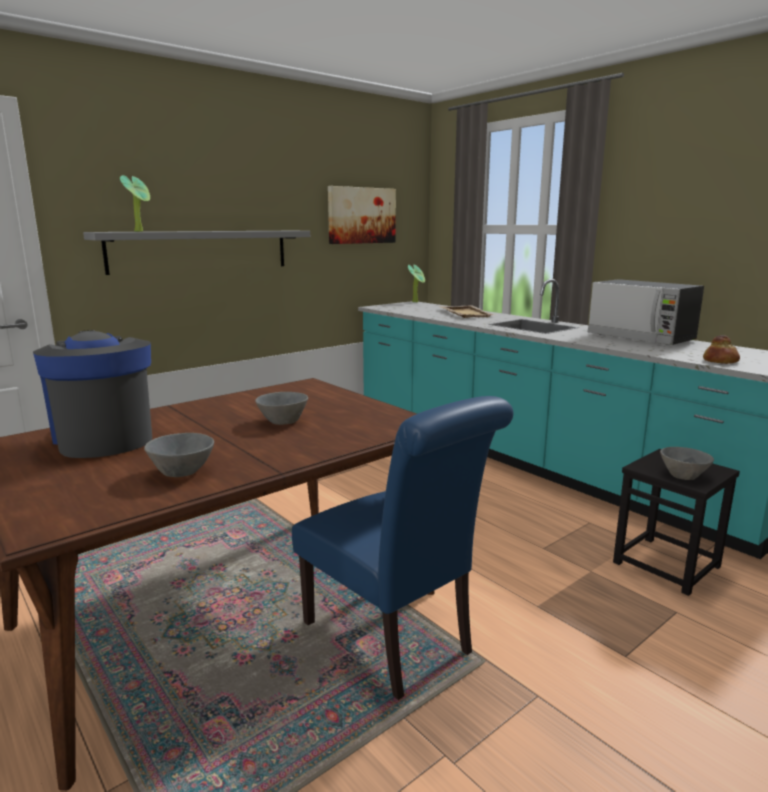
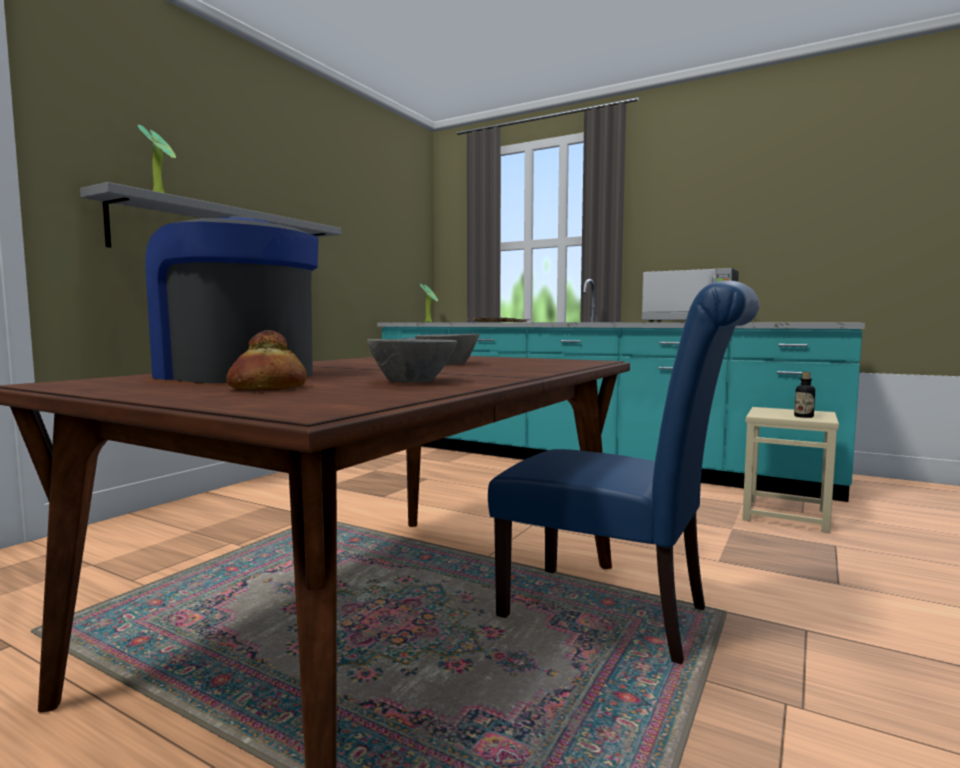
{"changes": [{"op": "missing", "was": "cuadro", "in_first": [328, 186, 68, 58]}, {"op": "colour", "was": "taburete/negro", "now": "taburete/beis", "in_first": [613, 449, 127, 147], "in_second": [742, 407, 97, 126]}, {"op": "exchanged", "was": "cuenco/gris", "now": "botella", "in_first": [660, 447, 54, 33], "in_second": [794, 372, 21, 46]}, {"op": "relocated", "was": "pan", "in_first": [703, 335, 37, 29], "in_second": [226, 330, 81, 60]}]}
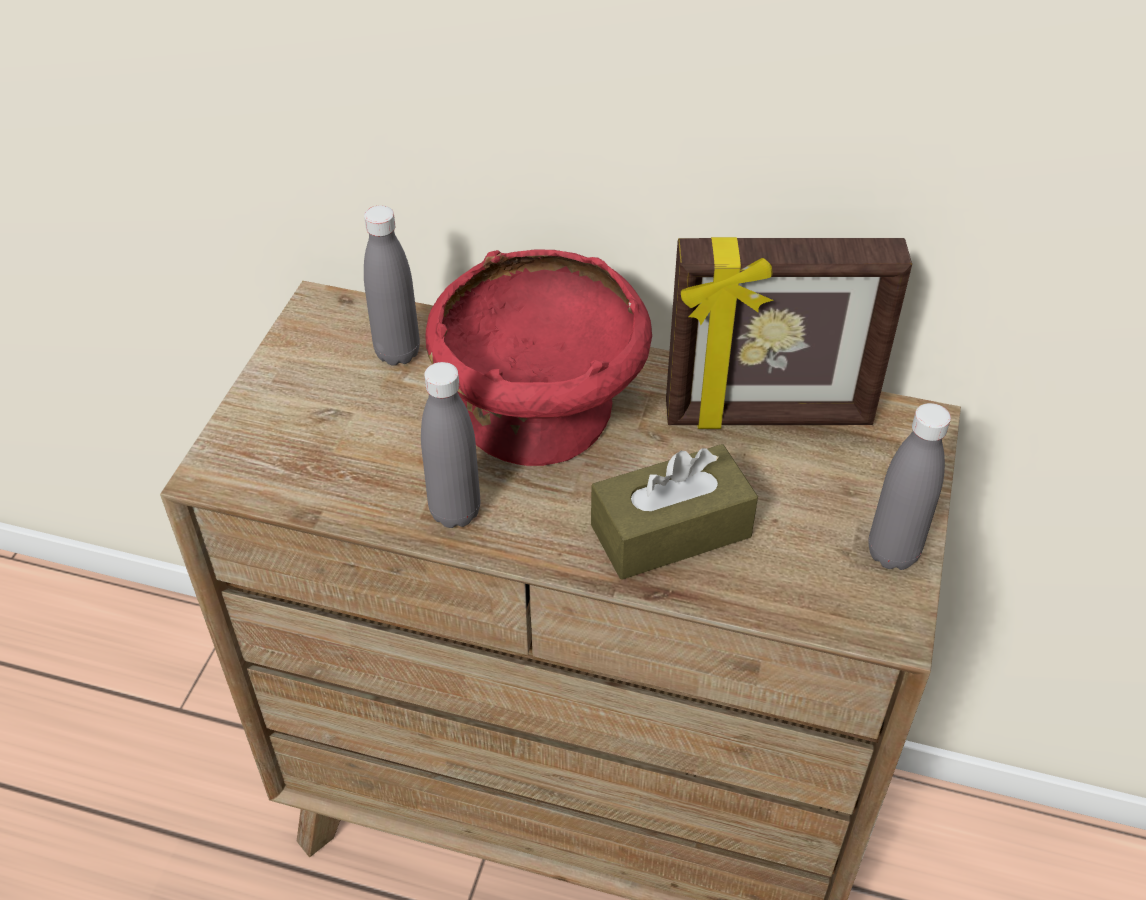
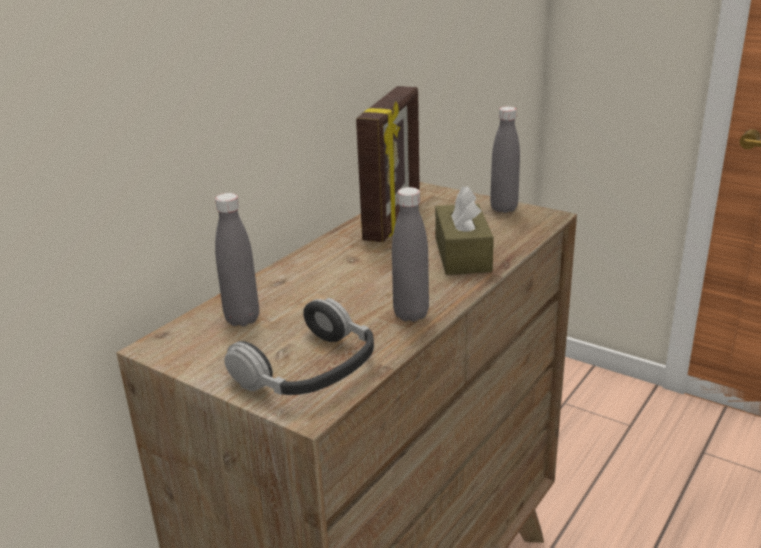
{"changes": [{"op": "missing", "was": "cuenco/rojo", "in_first": [425, 249, 227, 217]}, {"op": "appeared", "now": "auriculares", "in_second": [225, 298, 149, 97]}]}
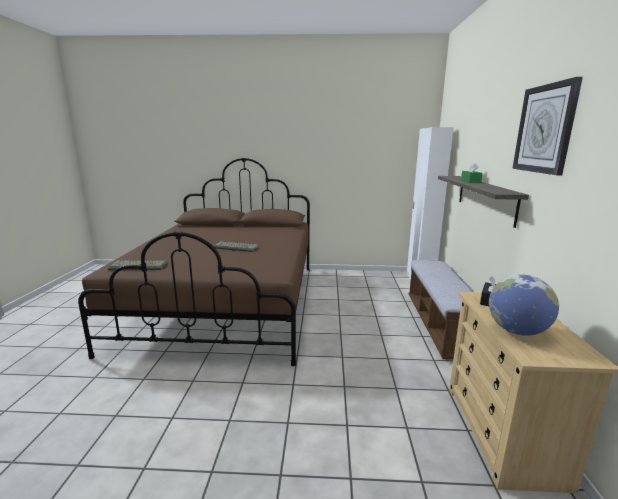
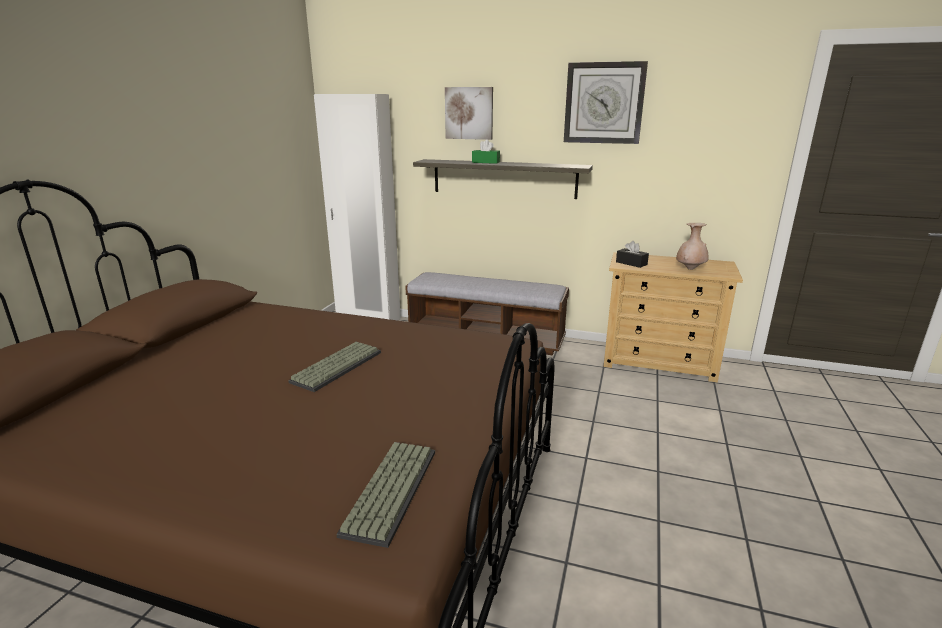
{"changes": [{"op": "exchanged", "was": "globo terráqueo", "now": "florero/beis", "in_first": [489, 274, 70, 62], "in_second": [676, 223, 33, 47]}, {"op": "appeared", "now": "cuadro", "in_second": [445, 87, 48, 53]}]}
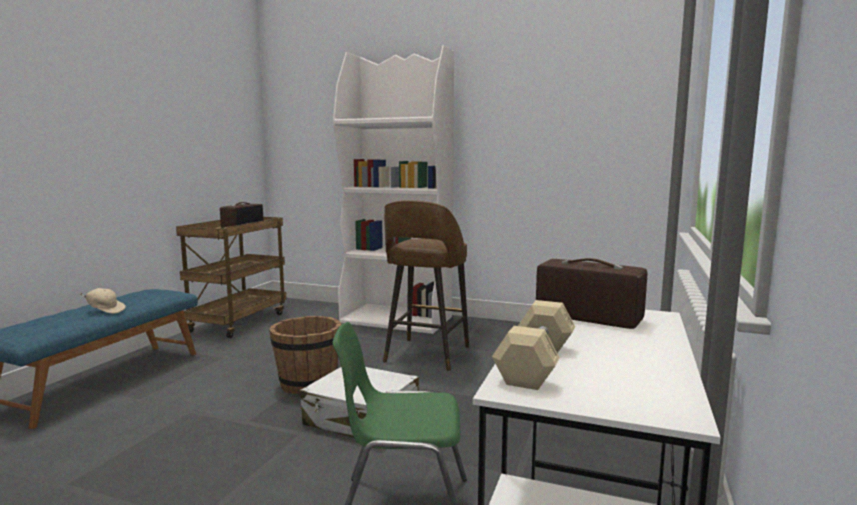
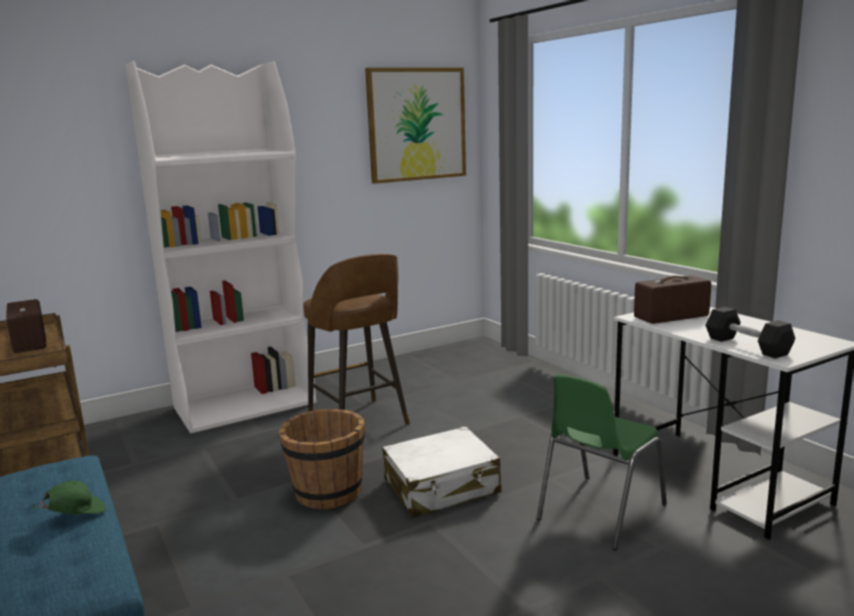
{"changes": [{"op": "colour", "was": "gorra/beis", "now": "gorra/verde", "in_first": [80, 288, 46, 26], "in_second": [32, 480, 74, 35]}, {"op": "colour", "was": "mancuerna/beis", "now": "mancuerna/negro", "in_first": [492, 300, 83, 90], "in_second": [705, 307, 90, 51]}, {"op": "appeared", "now": "cuadro", "in_second": [365, 68, 101, 116]}]}
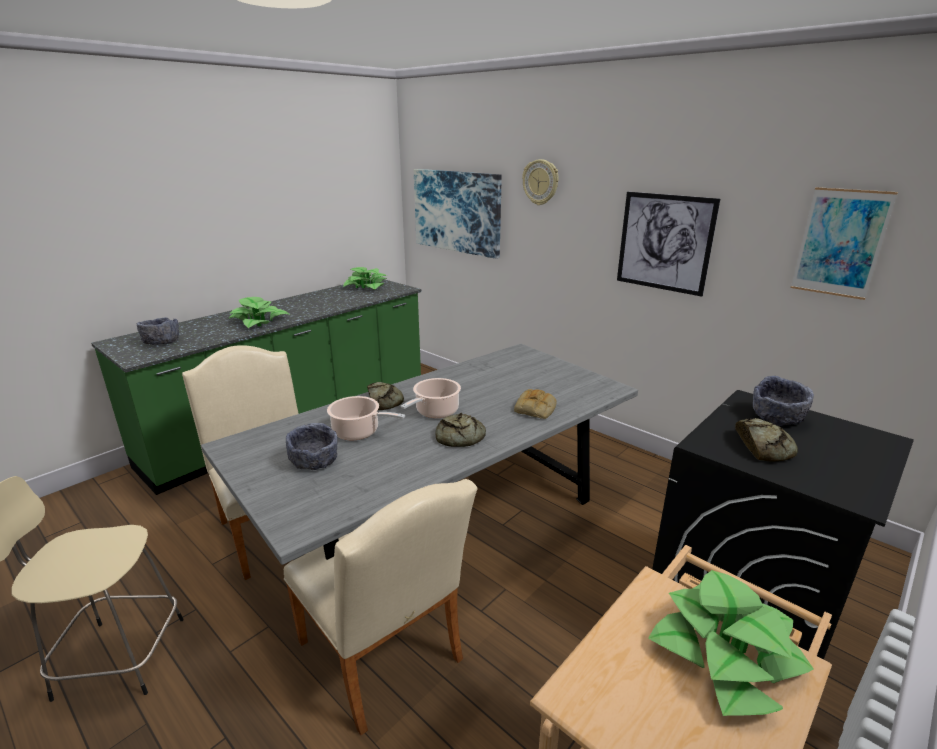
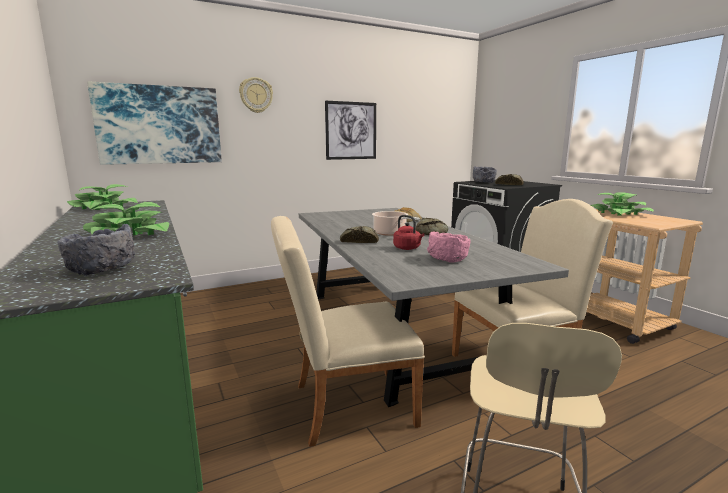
{"changes": [{"op": "colour", "was": "cuenco/gris", "now": "cuenco/rosa", "in_first": [286, 423, 52, 47], "in_second": [427, 231, 44, 32]}, {"op": "exchanged", "was": "olla", "now": "hervidor/rojo", "in_first": [327, 396, 78, 44], "in_second": [393, 215, 32, 35]}, {"op": "missing", "was": "cuadro", "in_first": [791, 187, 107, 113]}]}
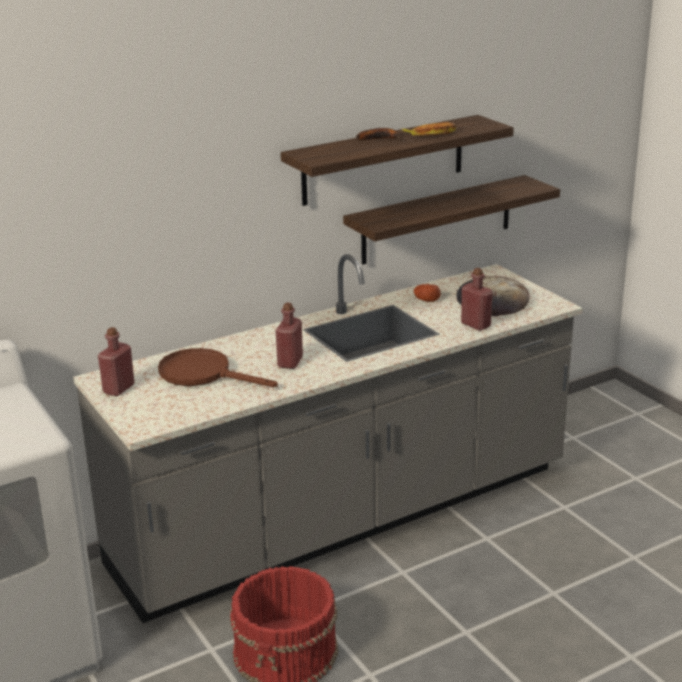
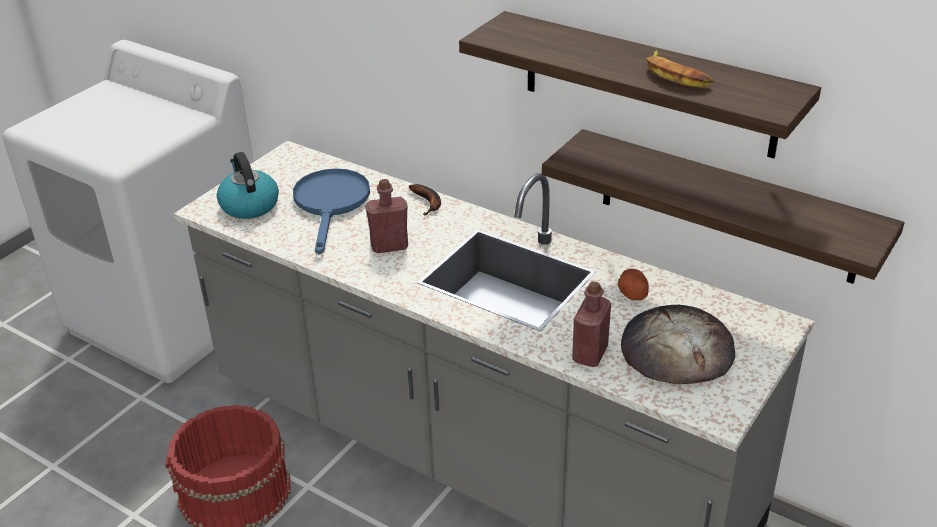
{"changes": [{"op": "missing", "was": "botella/rojo", "in_first": [98, 327, 37, 69]}, {"op": "colour", "was": "sartén/marrón", "now": "sartén/azul", "in_first": [158, 348, 120, 39], "in_second": [293, 168, 77, 86]}, {"op": "relocated", "was": "plátano", "in_first": [356, 128, 45, 13], "in_second": [408, 184, 33, 32]}, {"op": "appeared", "now": "hervidor", "in_second": [217, 152, 62, 67]}]}
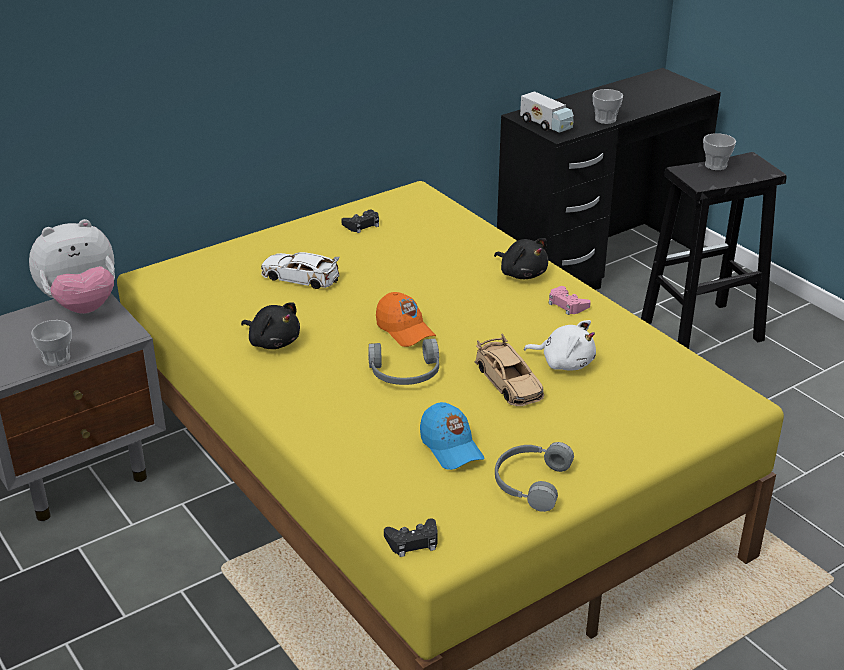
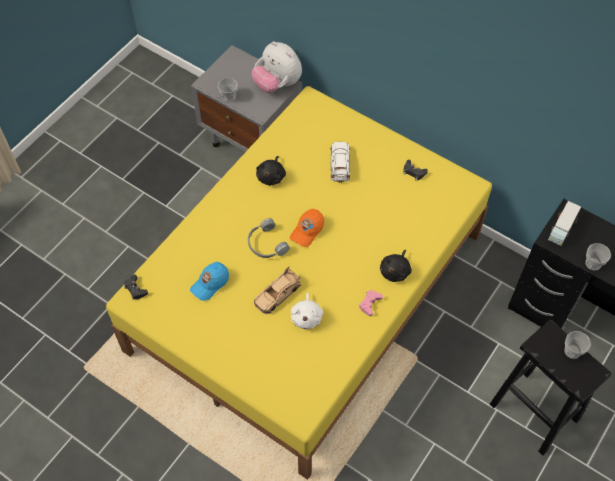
{"changes": [{"op": "missing", "was": "auriculares/gris", "in_first": [495, 442, 79, 70]}]}
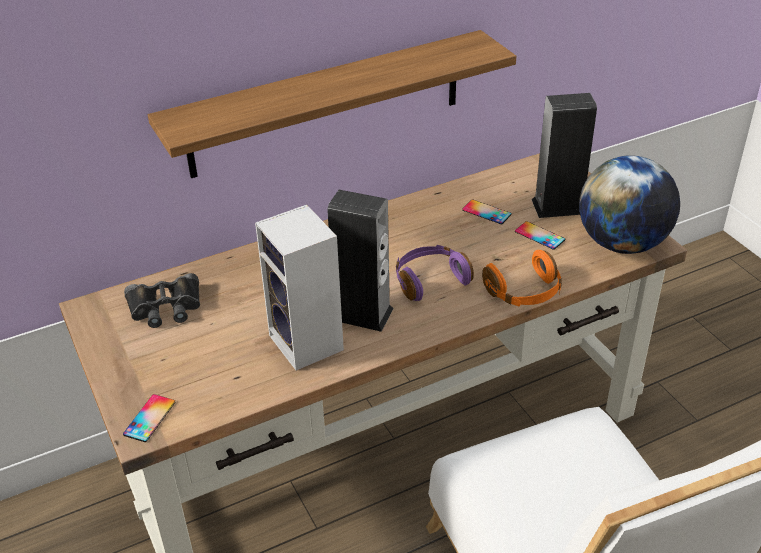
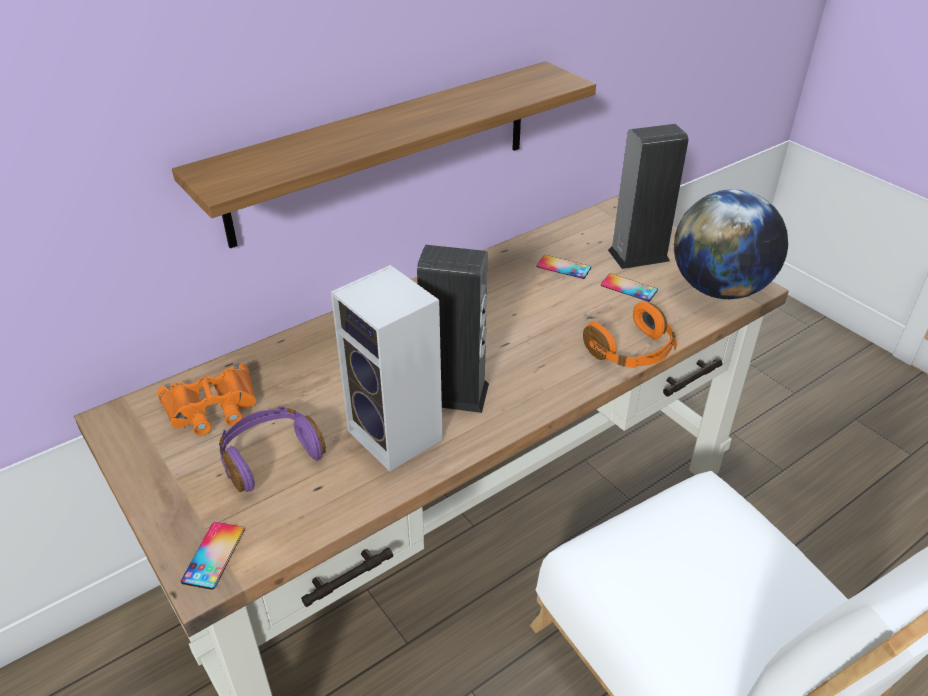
{"changes": [{"op": "colour", "was": "prismáticos/negro", "now": "prismáticos/naranja", "in_first": [124, 273, 76, 55], "in_second": [158, 364, 98, 71]}, {"op": "relocated", "was": "auriculares/morado", "in_first": [396, 245, 78, 56], "in_second": [219, 406, 107, 86]}]}
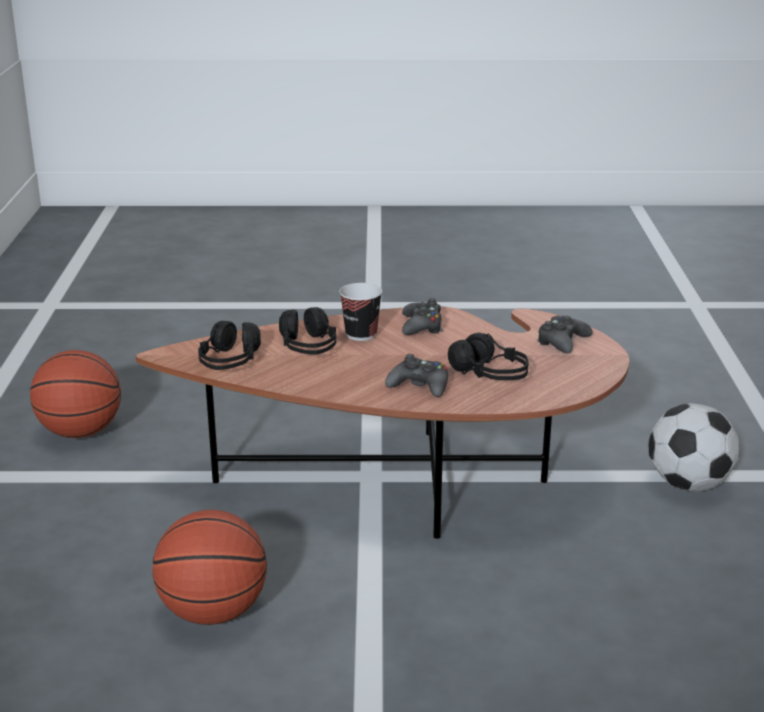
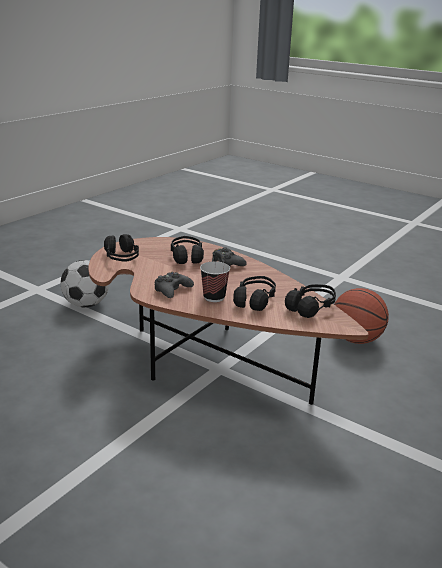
{"changes": [{"op": "missing", "was": "balón de baloncesto", "in_first": [30, 350, 91, 88]}, {"op": "exchanged", "was": "mando de consola/negro", "now": "auriculares/negro", "in_first": [537, 315, 55, 38], "in_second": [104, 234, 35, 27]}]}
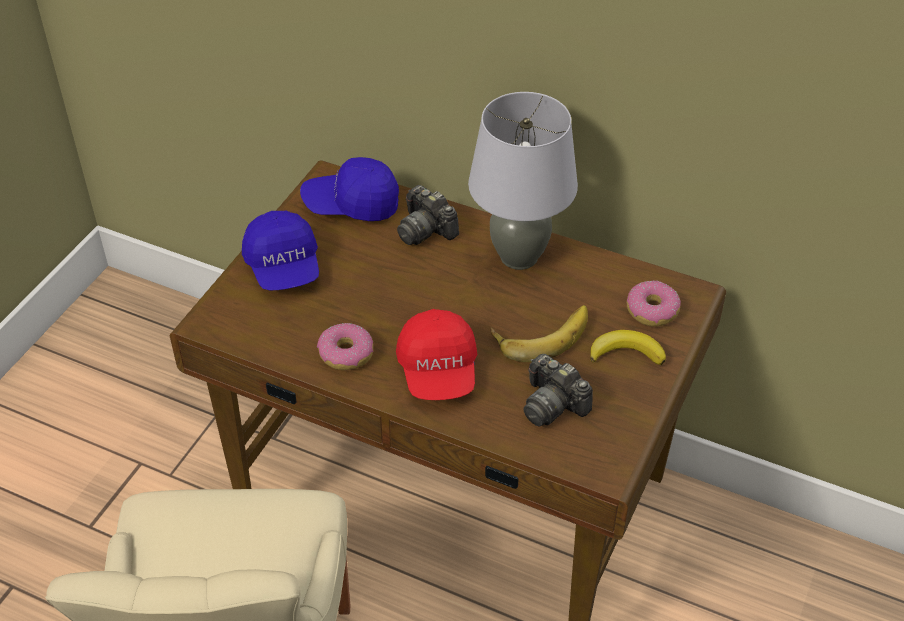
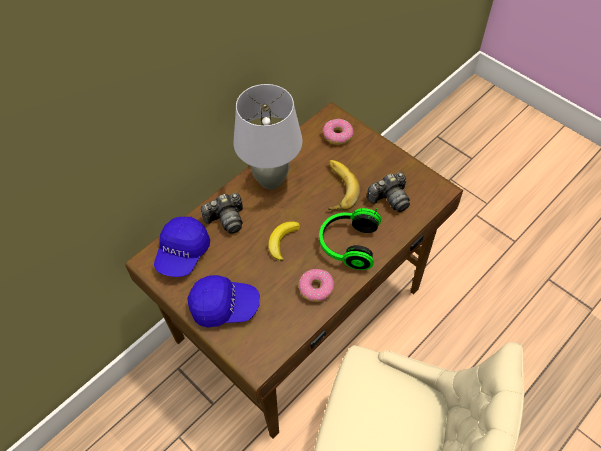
{"changes": [{"op": "exchanged", "was": "gorra/rojo", "now": "auriculares", "in_first": [396, 309, 81, 91], "in_second": [319, 208, 62, 62]}, {"op": "relocated", "was": "plátano", "in_first": [590, 330, 76, 35], "in_second": [268, 221, 33, 40]}]}
